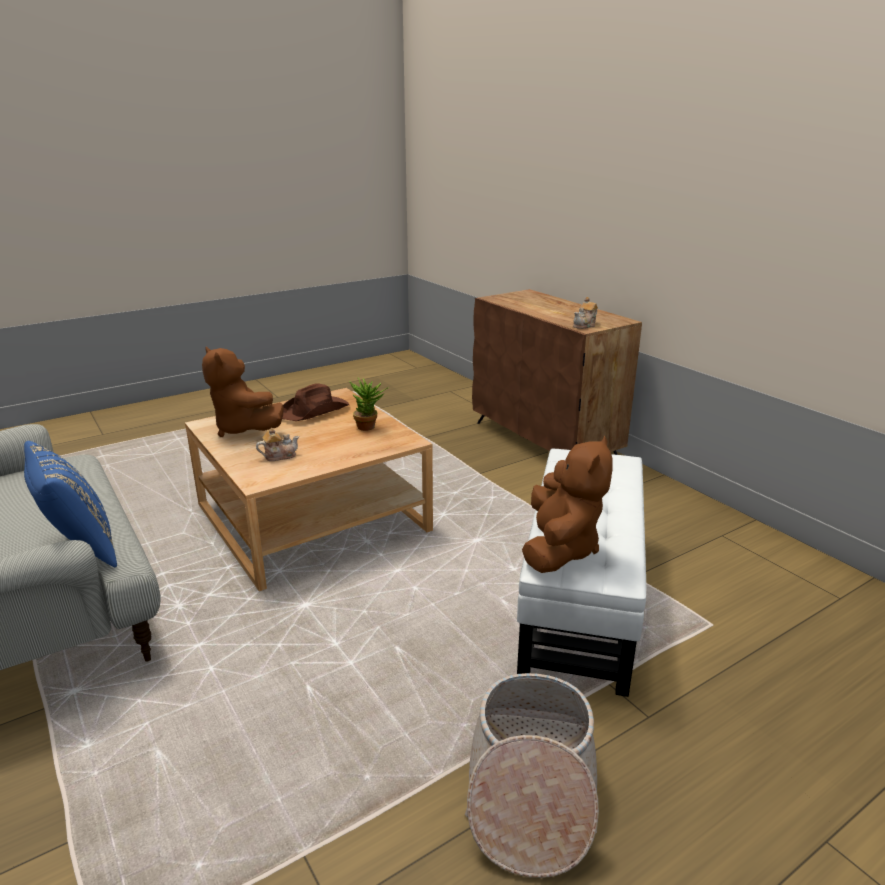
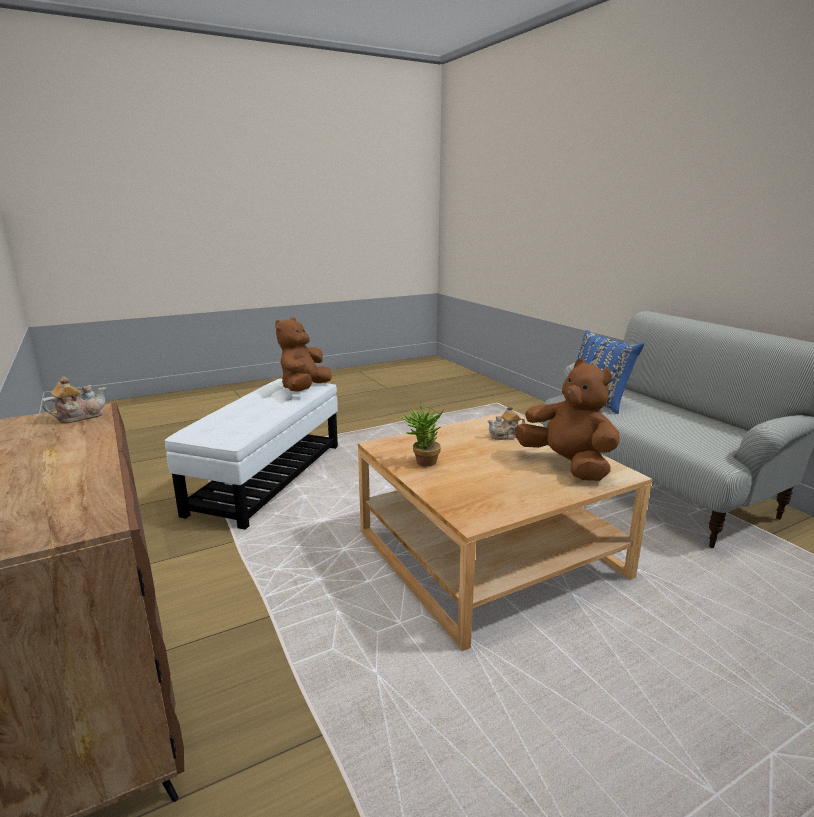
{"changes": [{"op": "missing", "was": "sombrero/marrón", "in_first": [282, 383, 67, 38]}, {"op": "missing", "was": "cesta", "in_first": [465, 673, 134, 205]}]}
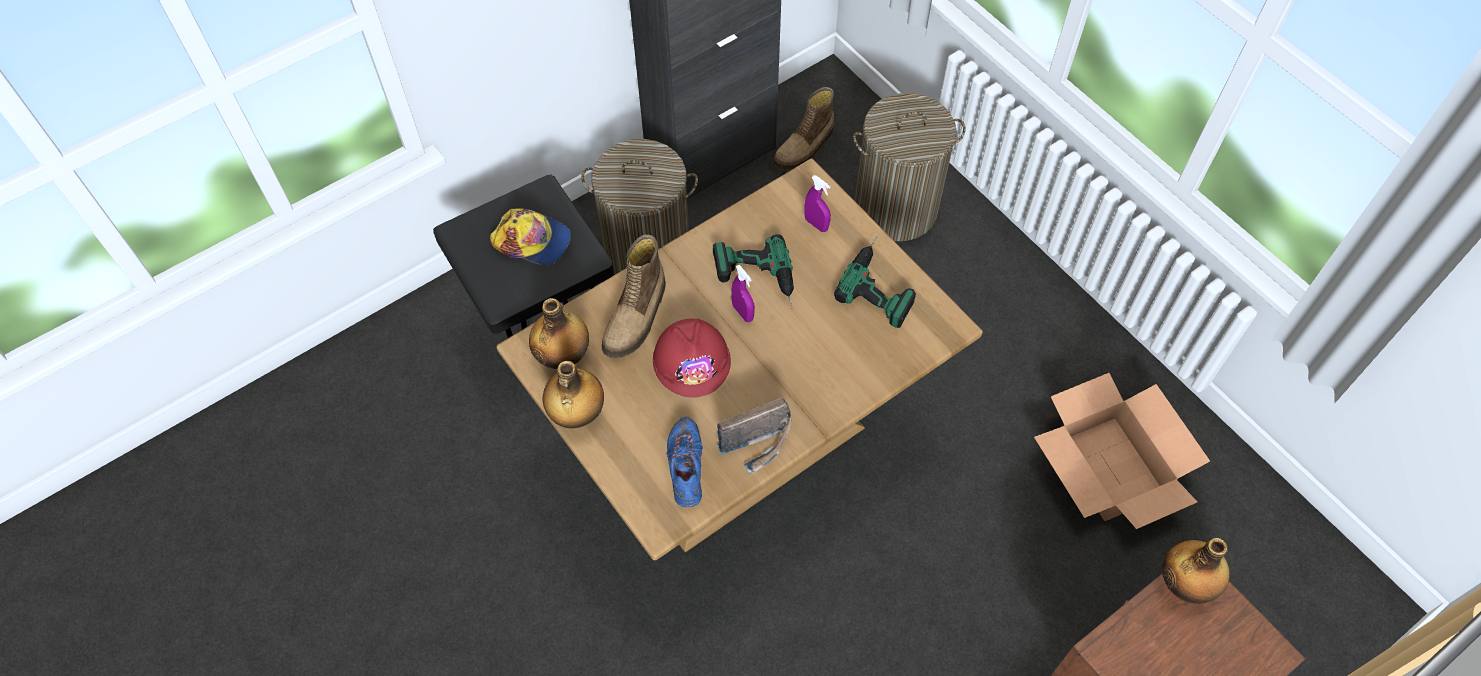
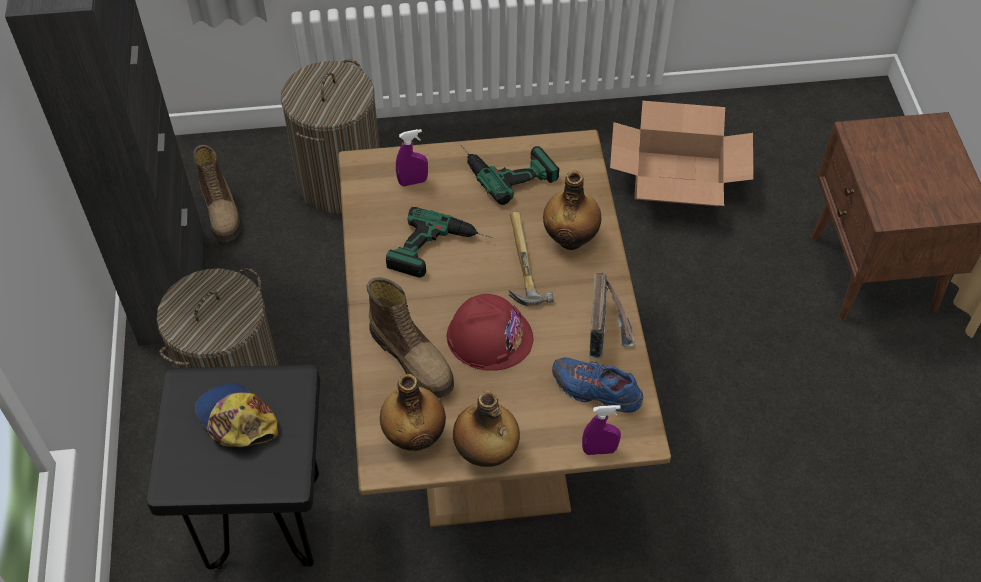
{"changes": [{"op": "spun", "was": "gorra", "in_first": [490, 208, 81, 58], "in_second": [195, 383, 83, 64], "clockwise": -90}, {"op": "relocated", "was": "pulverizador/morado", "in_first": [731, 265, 24, 57], "in_second": [582, 405, 39, 50]}, {"op": "relocated", "was": "botella", "in_first": [1162, 538, 68, 66], "in_second": [543, 171, 58, 79]}, {"op": "appeared", "now": "martillo", "in_second": [509, 211, 44, 95]}]}
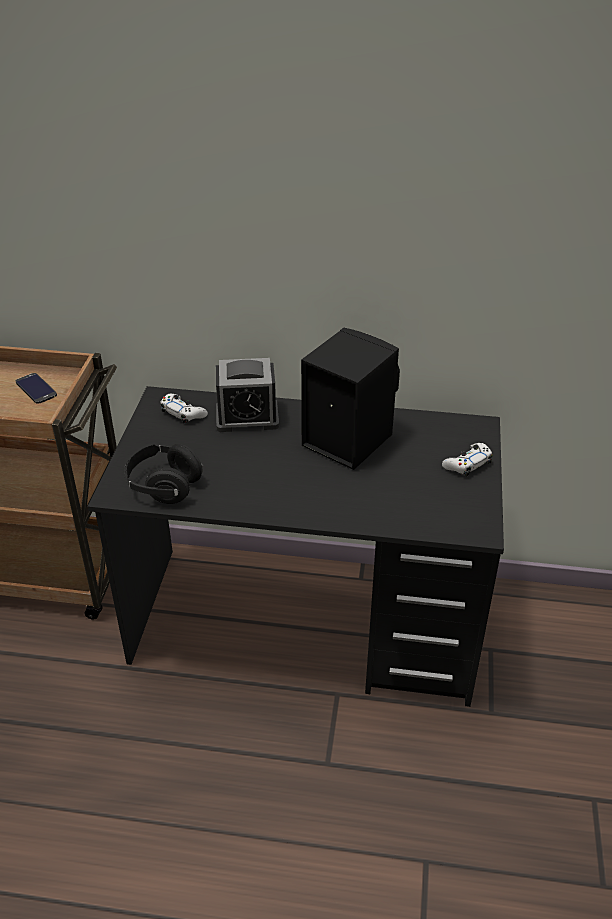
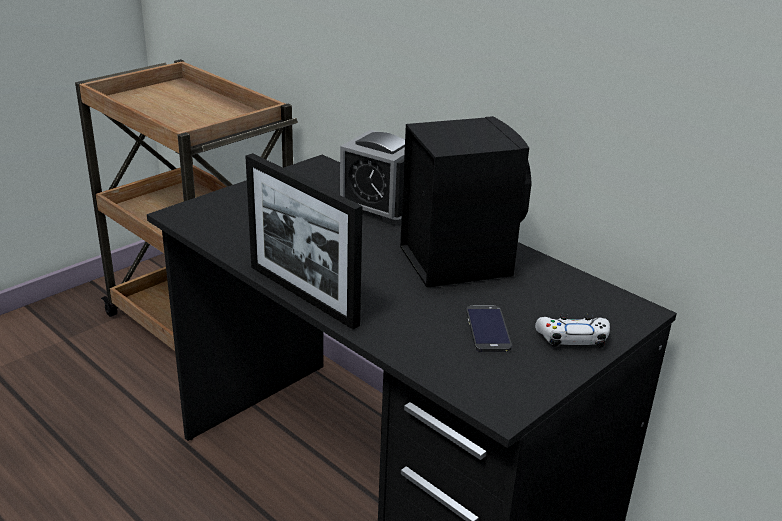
{"changes": [{"op": "relocated", "was": "móvil", "in_first": [16, 373, 41, 31], "in_second": [466, 306, 46, 46]}, {"op": "missing", "was": "auriculares/negro", "in_first": [124, 444, 80, 60]}, {"op": "missing", "was": "mando de consola/blanco", "in_first": [160, 394, 48, 30]}, {"op": "appeared", "now": "portarretratos", "in_second": [245, 153, 117, 176]}]}
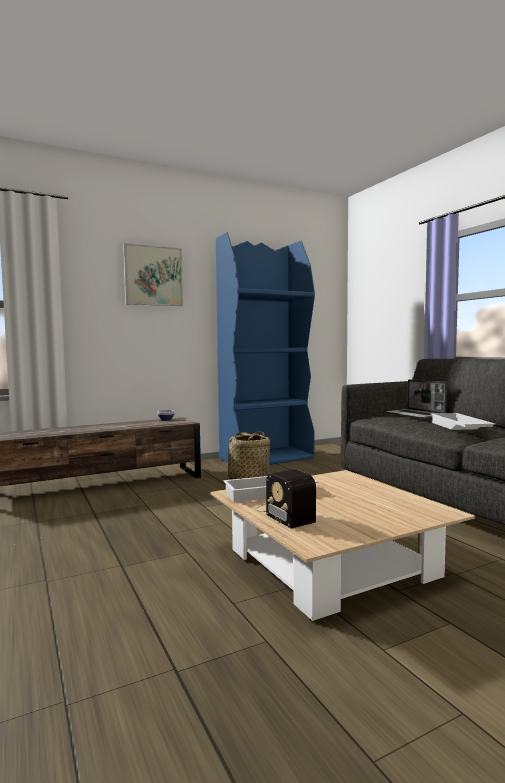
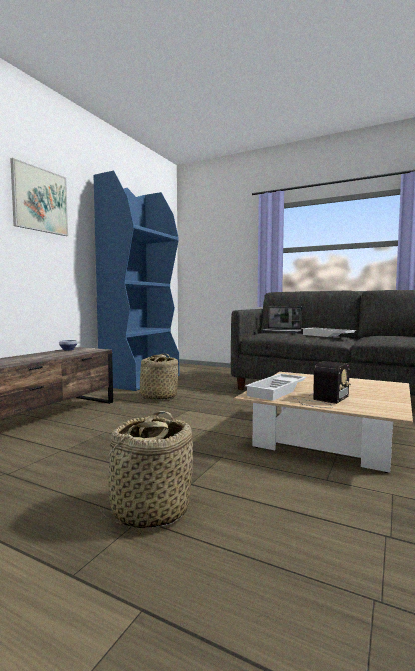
{"changes": [{"op": "spun", "was": "radio", "in_first": [255, 469, 61, 60], "in_second": [294, 361, 57, 47], "clockwise": -75}, {"op": "appeared", "now": "cesta", "in_second": [96, 411, 97, 117]}]}
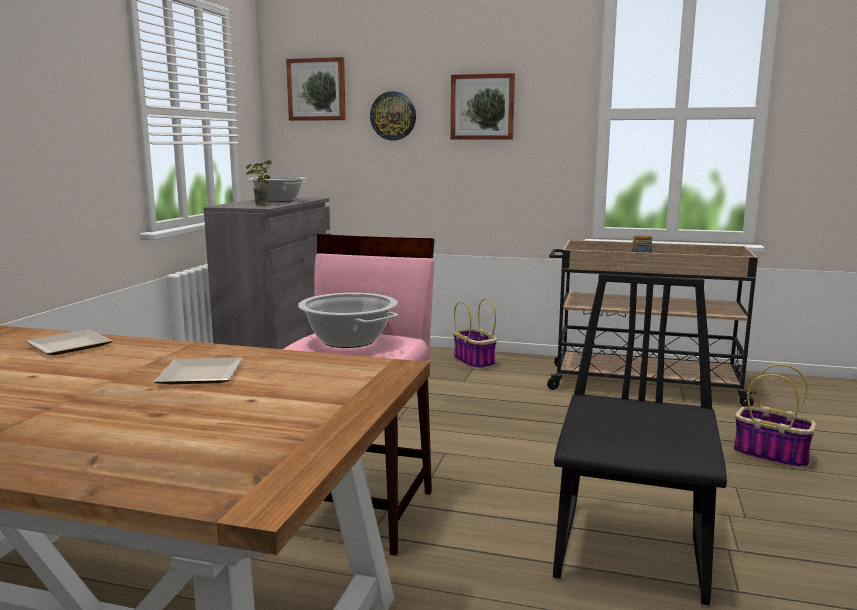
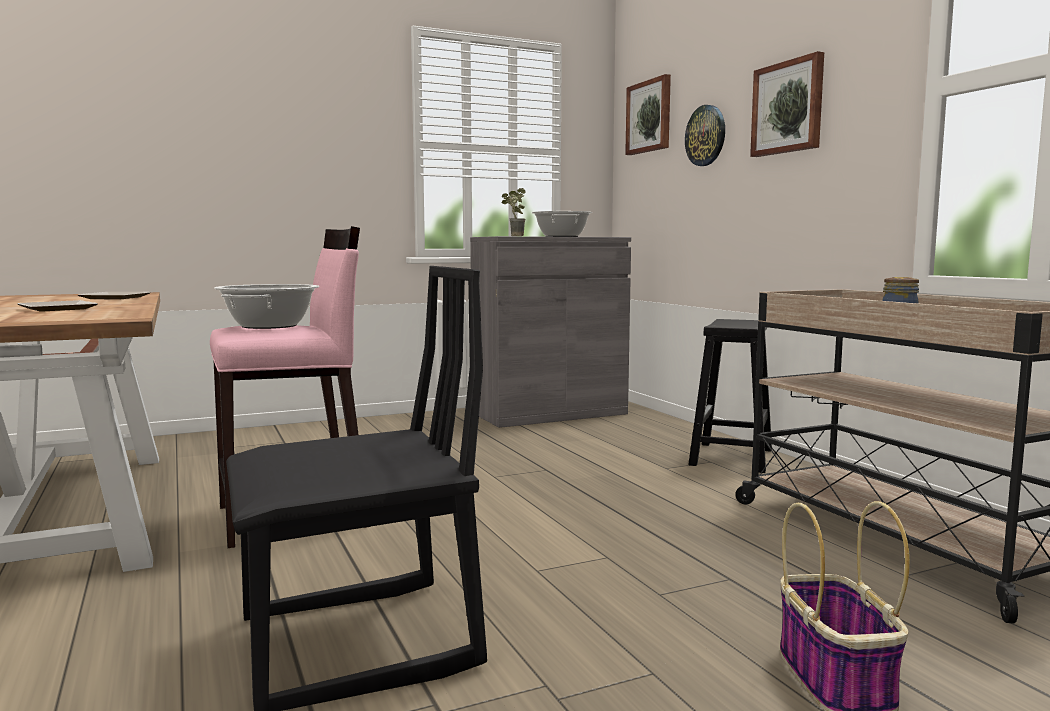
{"changes": [{"op": "exchanged", "was": "cesta", "now": "taburete/negro", "in_first": [453, 298, 44, 72], "in_second": [688, 319, 84, 154]}]}
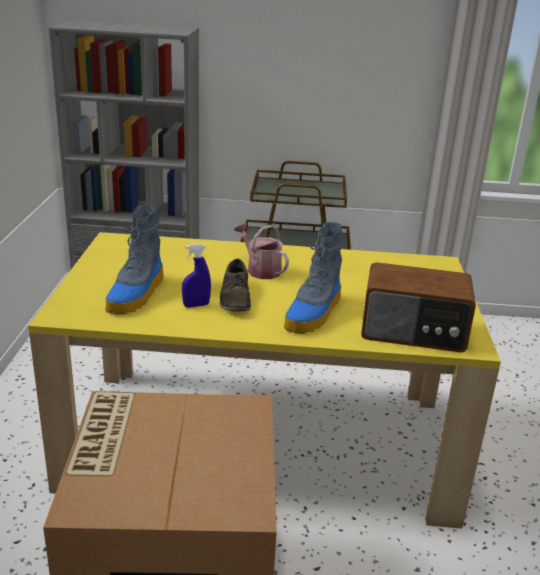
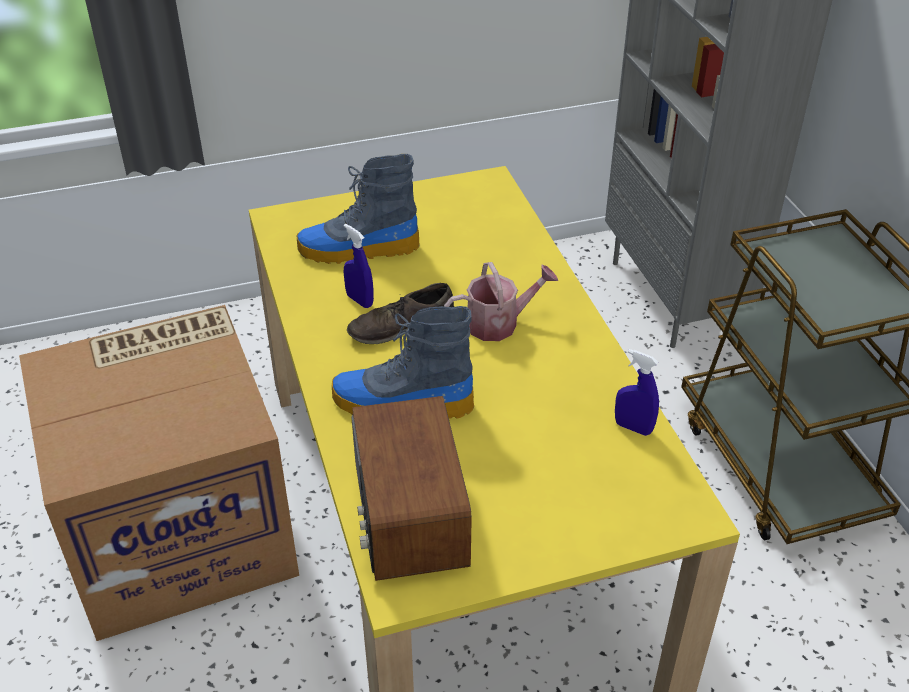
{"changes": [{"op": "spun", "was": "regadera", "in_first": [234, 223, 55, 56], "in_second": [444, 262, 114, 79], "clockwise": 45}, {"op": "appeared", "now": "pulverizador/azul", "in_second": [615, 349, 44, 87]}]}
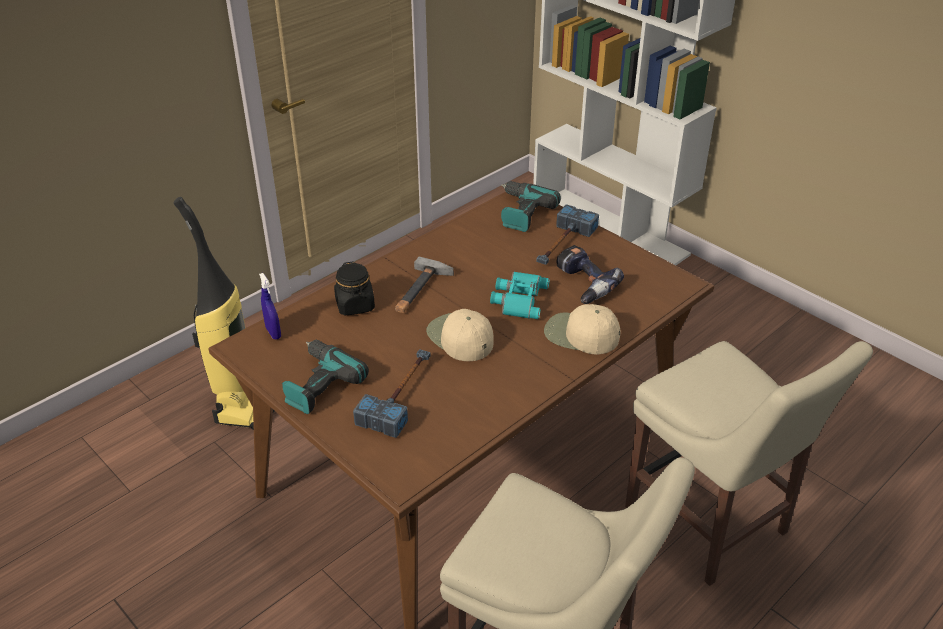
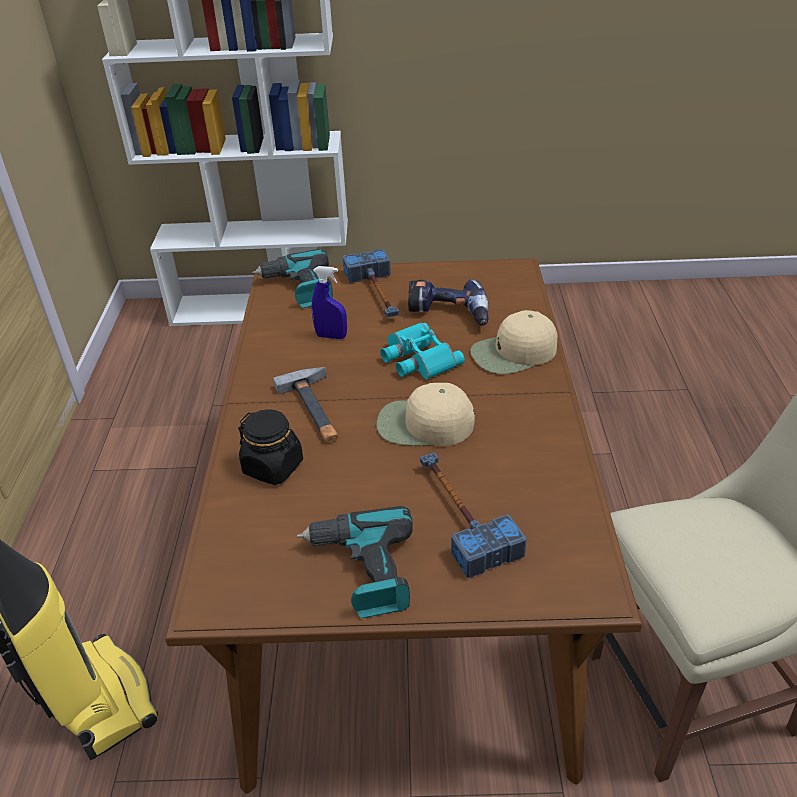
{"changes": [{"op": "relocated", "was": "pulverizador/azul", "in_first": [259, 273, 22, 66], "in_second": [312, 266, 35, 73]}, {"op": "missing", "was": "silla/beis", "in_first": [625, 341, 248, 245]}]}
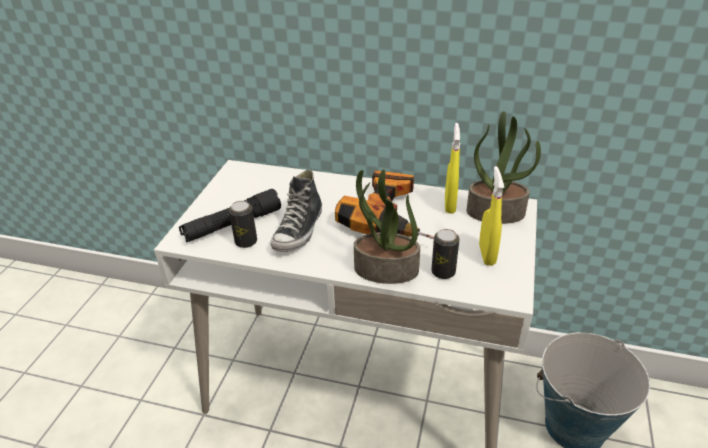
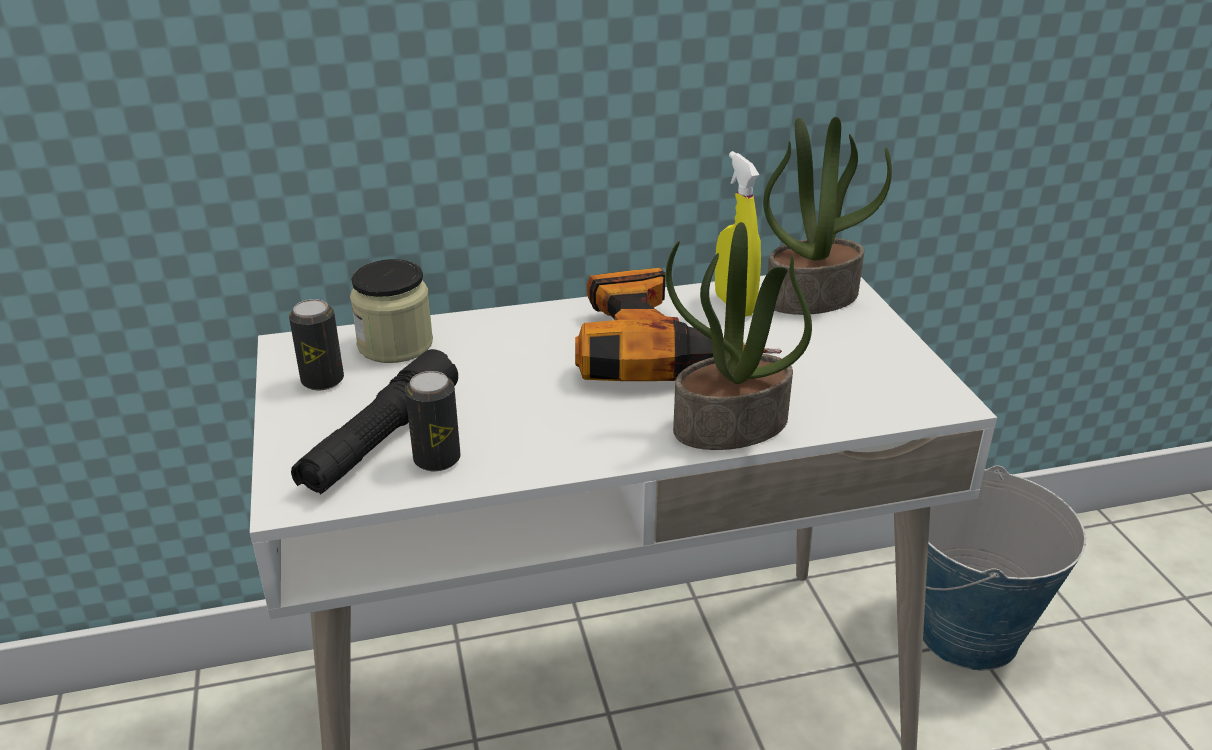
{"changes": [{"op": "missing", "was": "zapato", "in_first": [271, 169, 51, 83]}, {"op": "relocated", "was": "lata", "in_first": [431, 229, 28, 50], "in_second": [289, 299, 55, 91]}, {"op": "missing", "was": "pulverizador/amarillo", "in_first": [479, 166, 25, 100]}, {"op": "appeared", "now": "tarro", "in_second": [350, 259, 83, 104]}]}
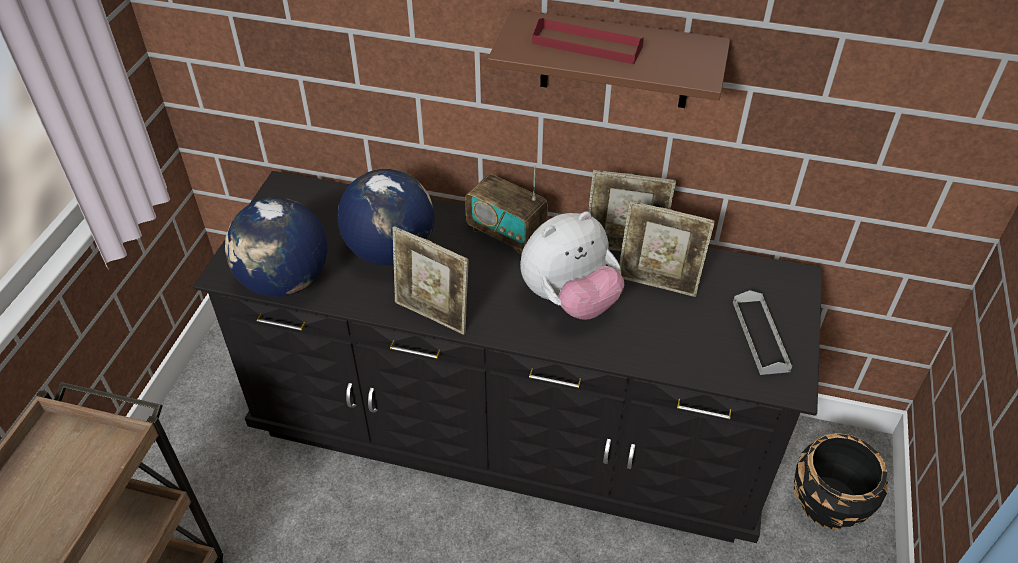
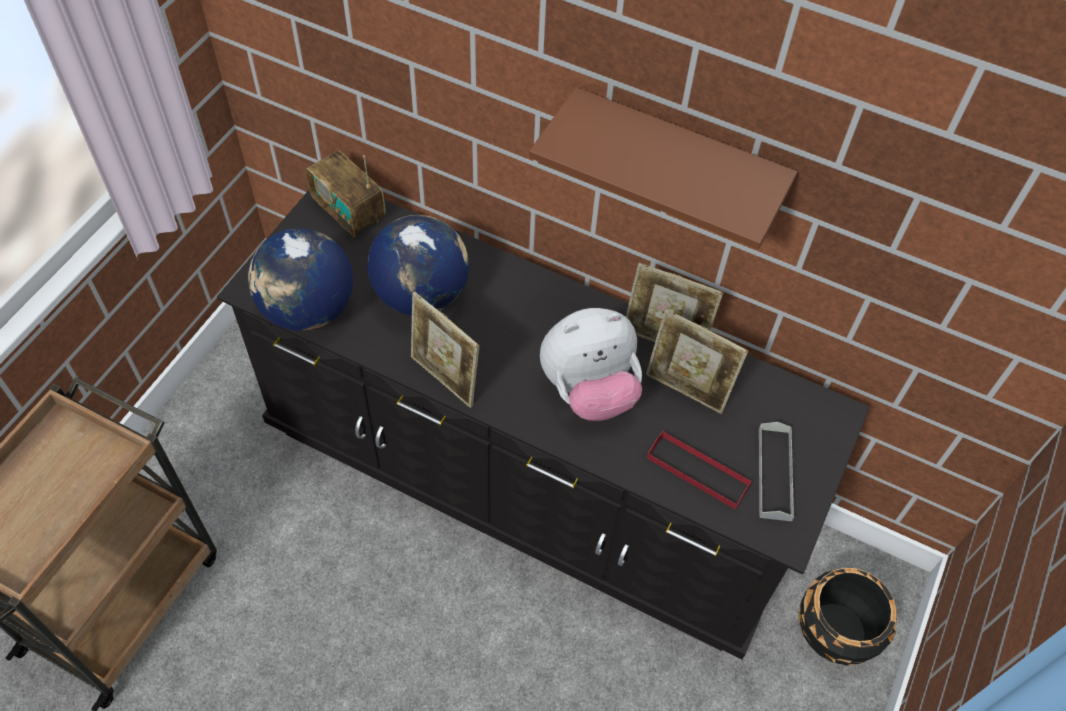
{"changes": [{"op": "relocated", "was": "radio", "in_first": [465, 165, 83, 89], "in_second": [305, 150, 81, 88]}, {"op": "relocated", "was": "bandeja/rojo", "in_first": [532, 18, 112, 46], "in_second": [647, 431, 105, 79]}]}
